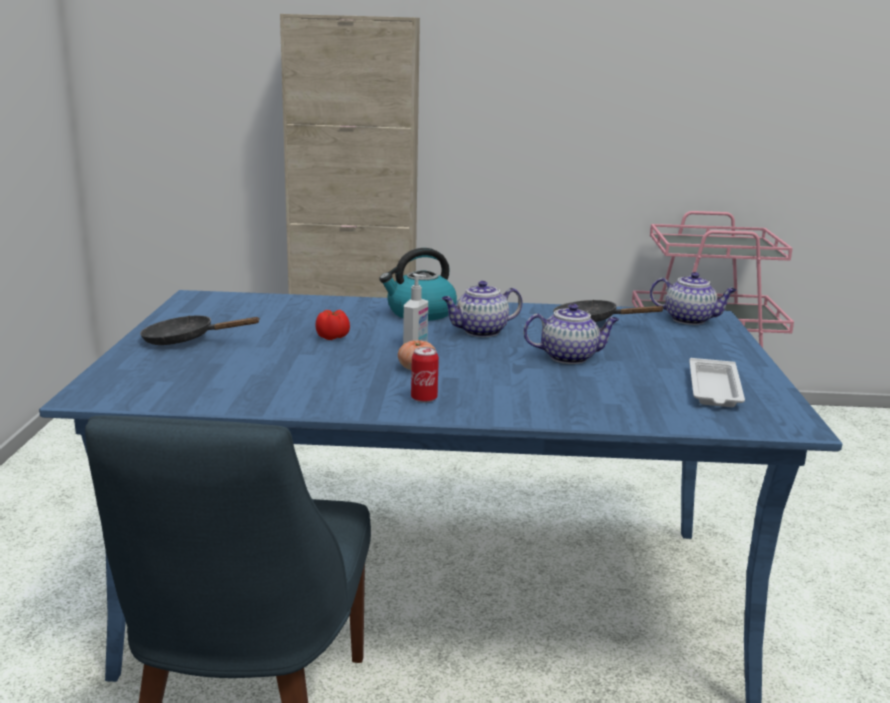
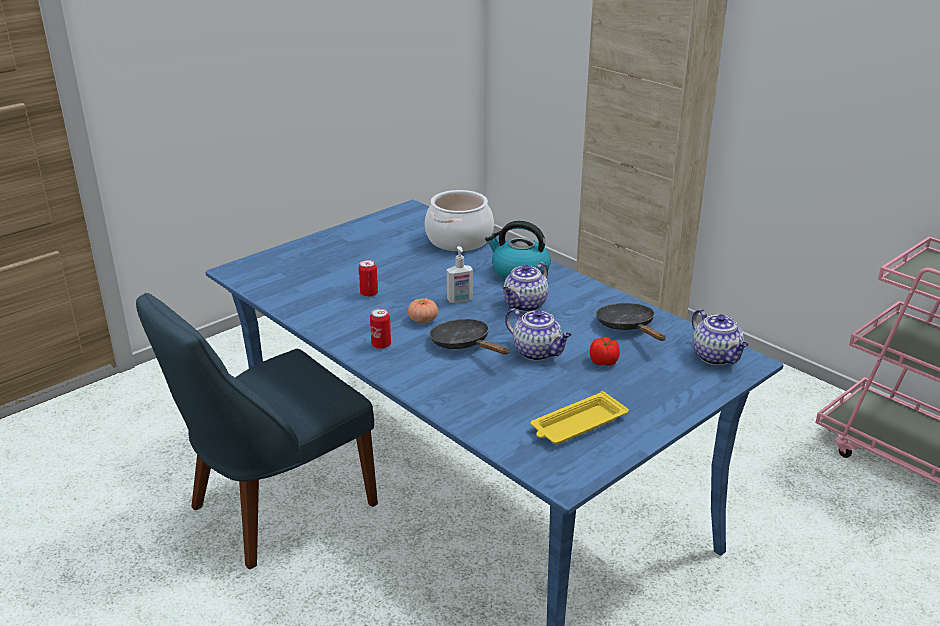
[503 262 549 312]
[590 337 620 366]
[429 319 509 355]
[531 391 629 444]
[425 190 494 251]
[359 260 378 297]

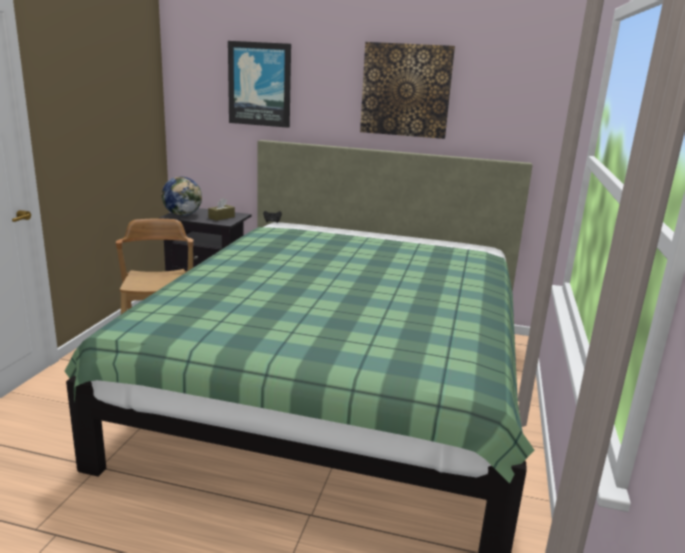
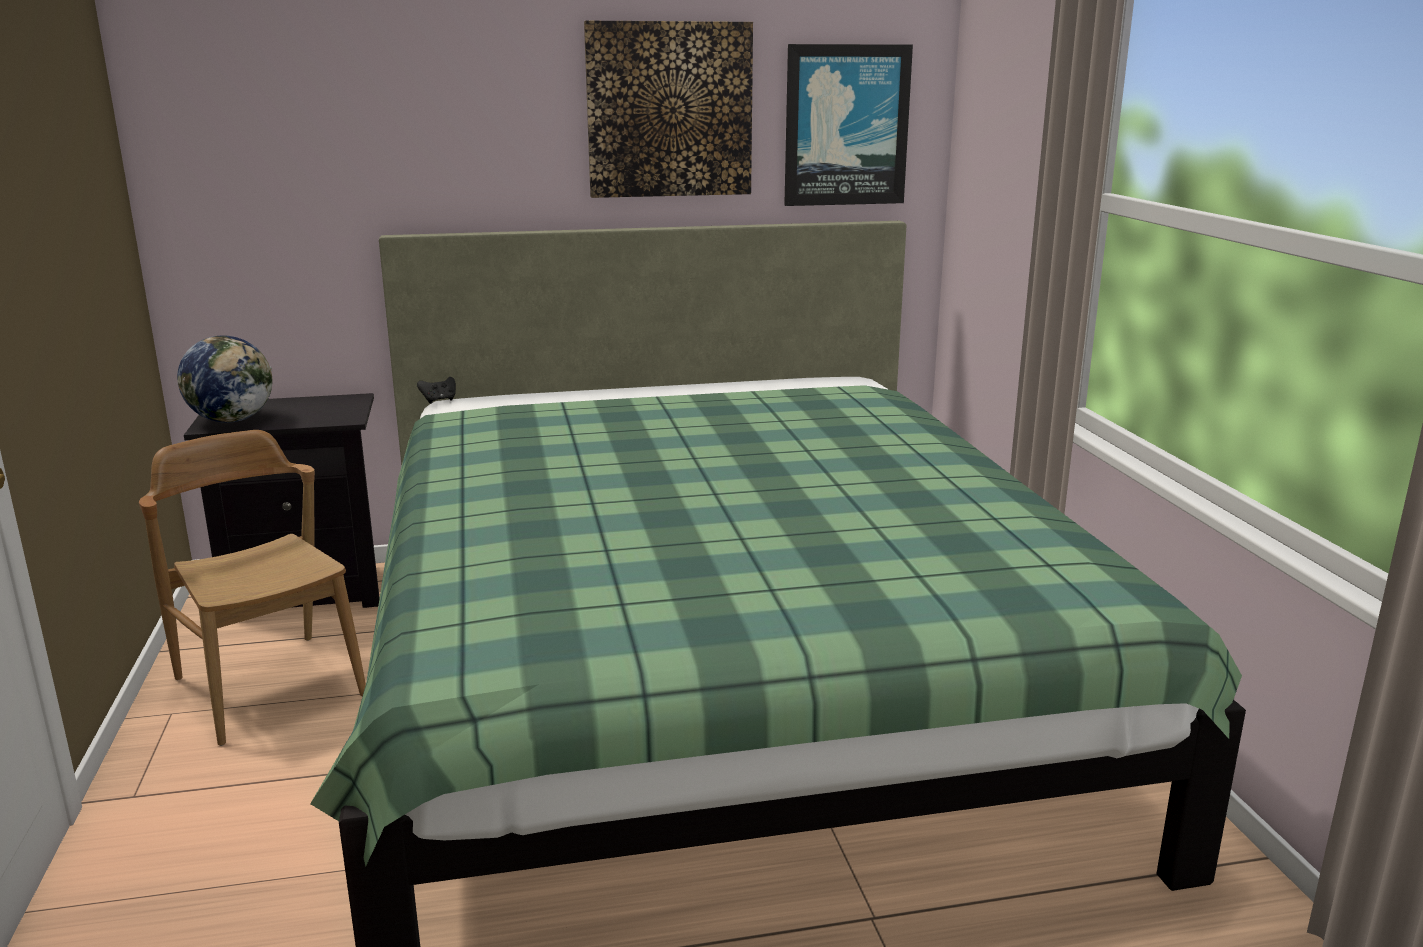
[784 44 913 206]
[208 198 235 221] (first image)

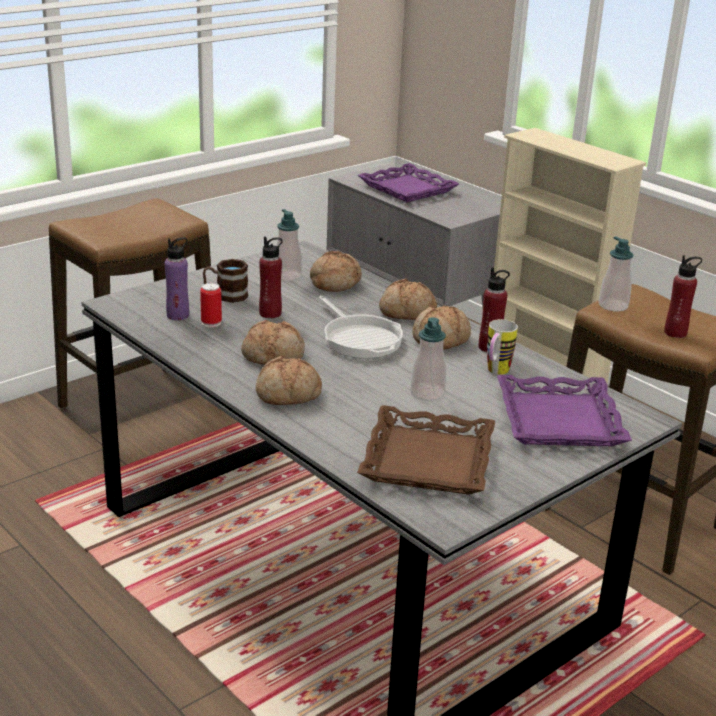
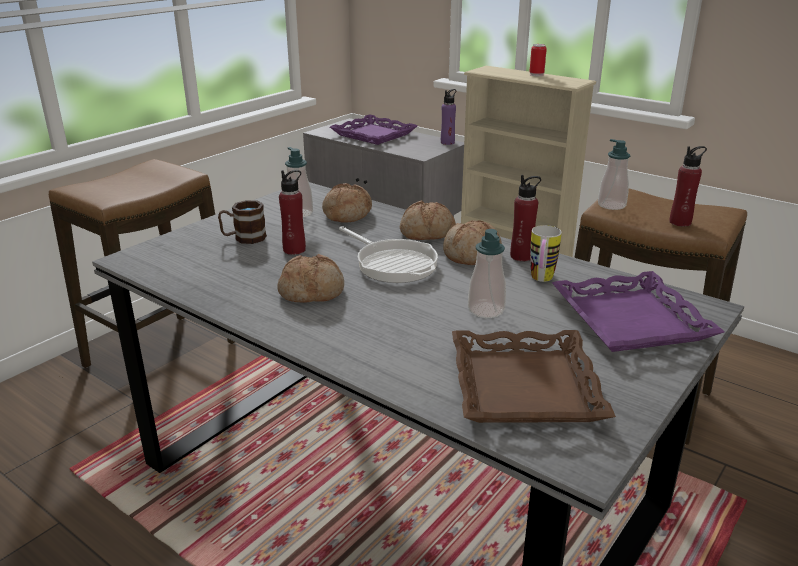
[441 89 456 145]
[529 44 547 76]
[255 355 322 405] (first image)

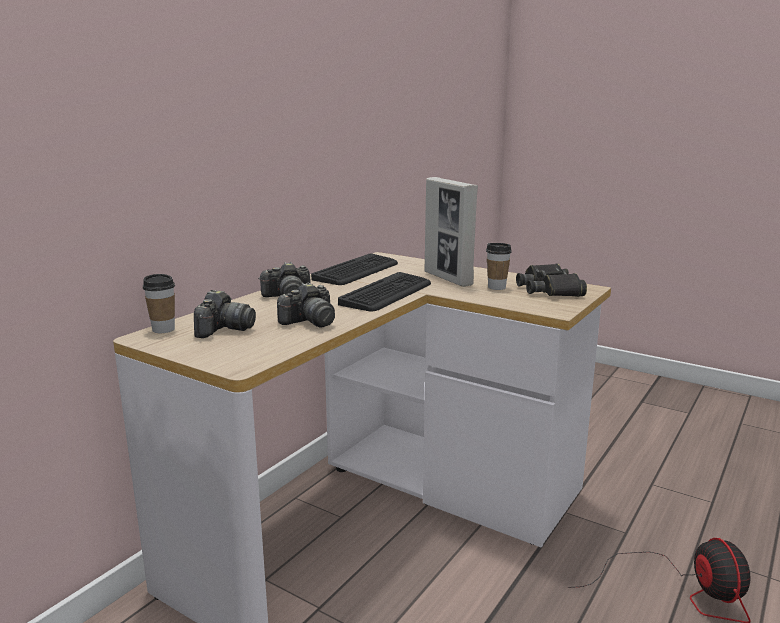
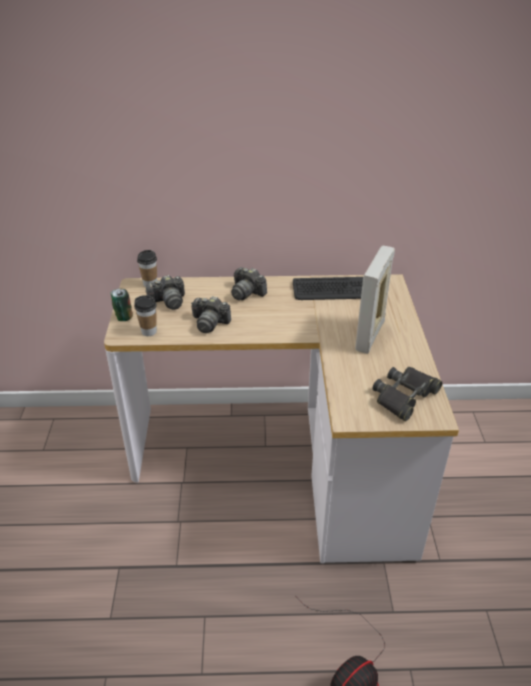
[134 295 157 336]
[338 272 431 311] (first image)
[110 288 133 321]

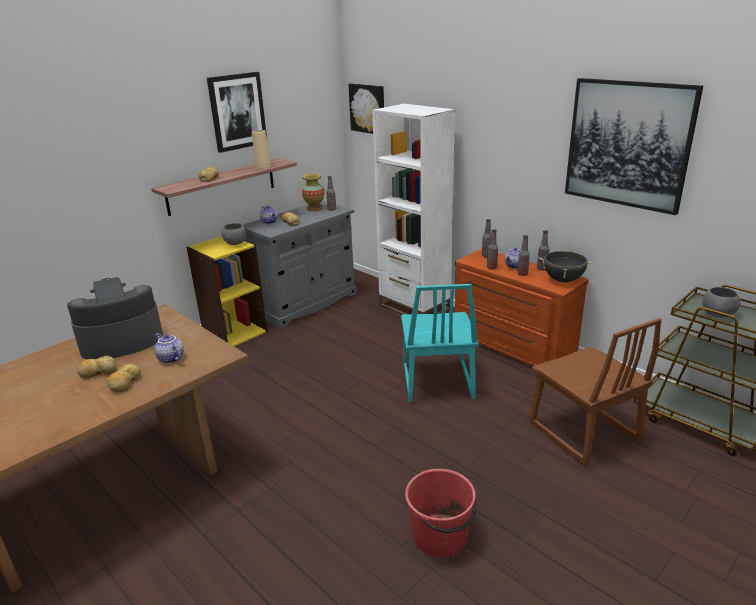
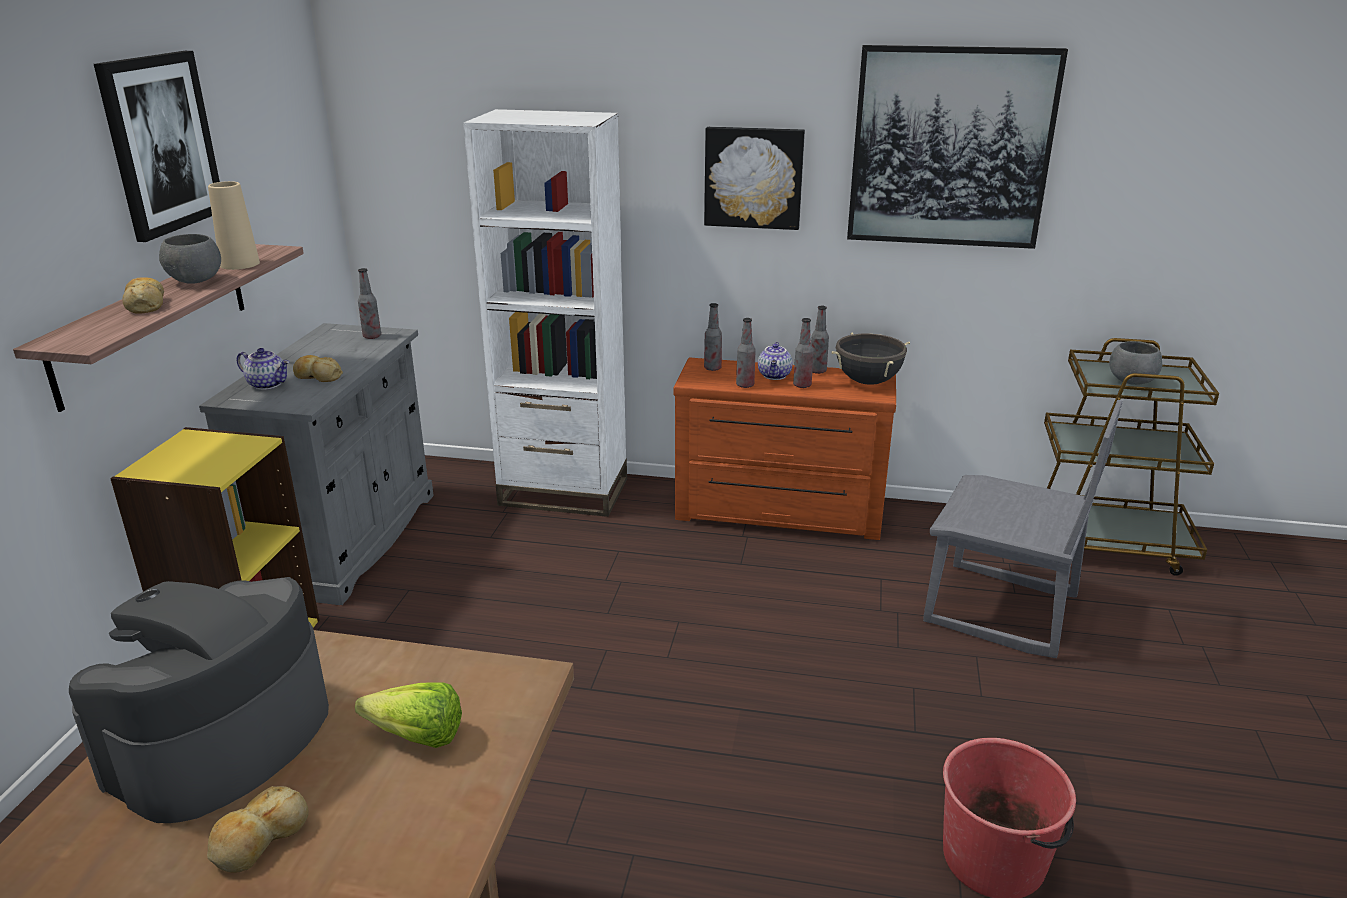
[704 127 805 230]
[302 174 324 211] (first image)
[159 234 221 284]
[401 284 479 402] (first image)
[923 400 1123 658]
[355 682 462 748]
[107 363 141 392] (first image)

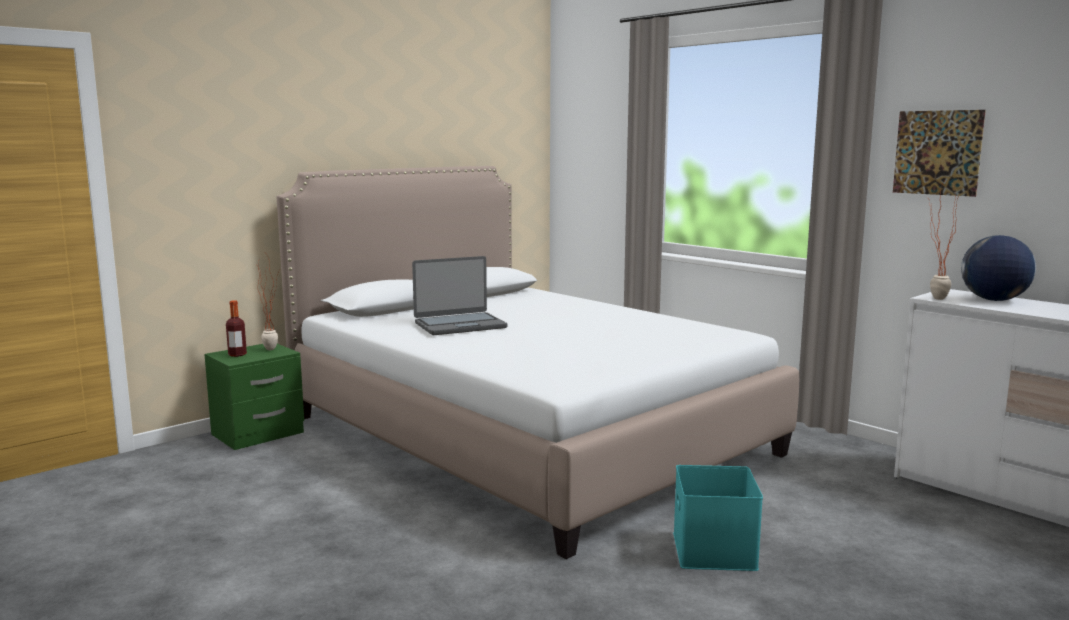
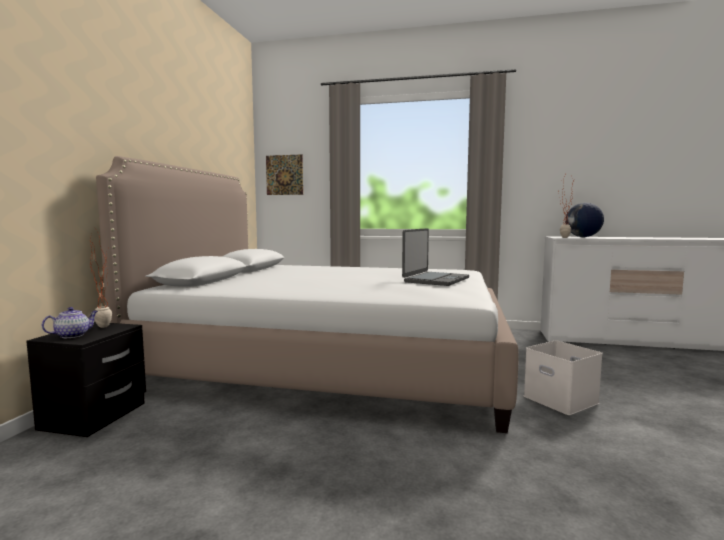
[266 154 303 195]
[402 228 469 286]
[42 307 98 338]
[26 322 146 437]
[524 340 603 415]

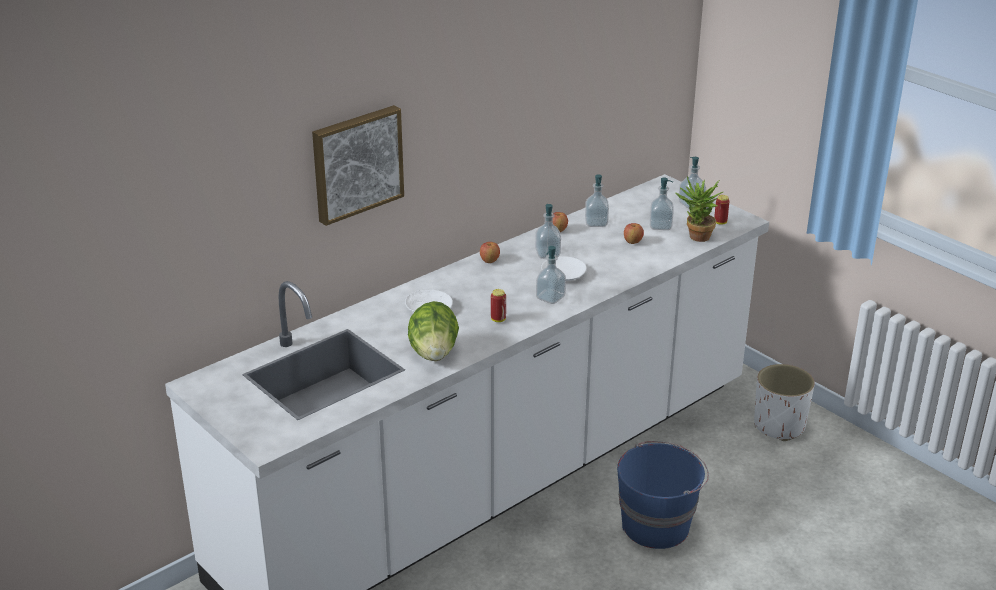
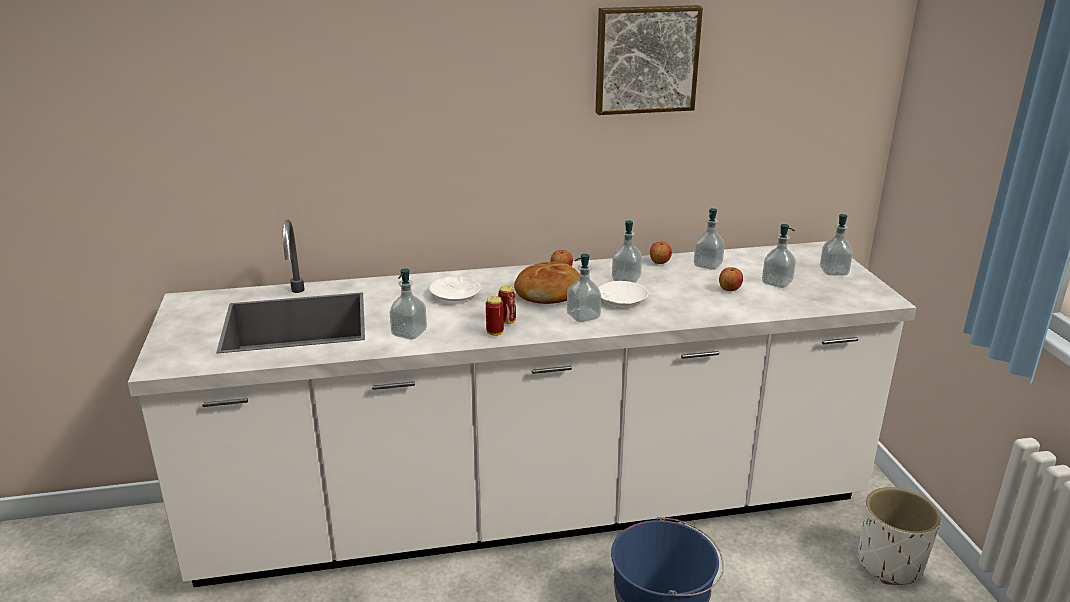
[596 5 703 115]
[675 177 723 242] (first image)
[486 296 504 336]
[390 268 427 340]
[514 262 580 304]

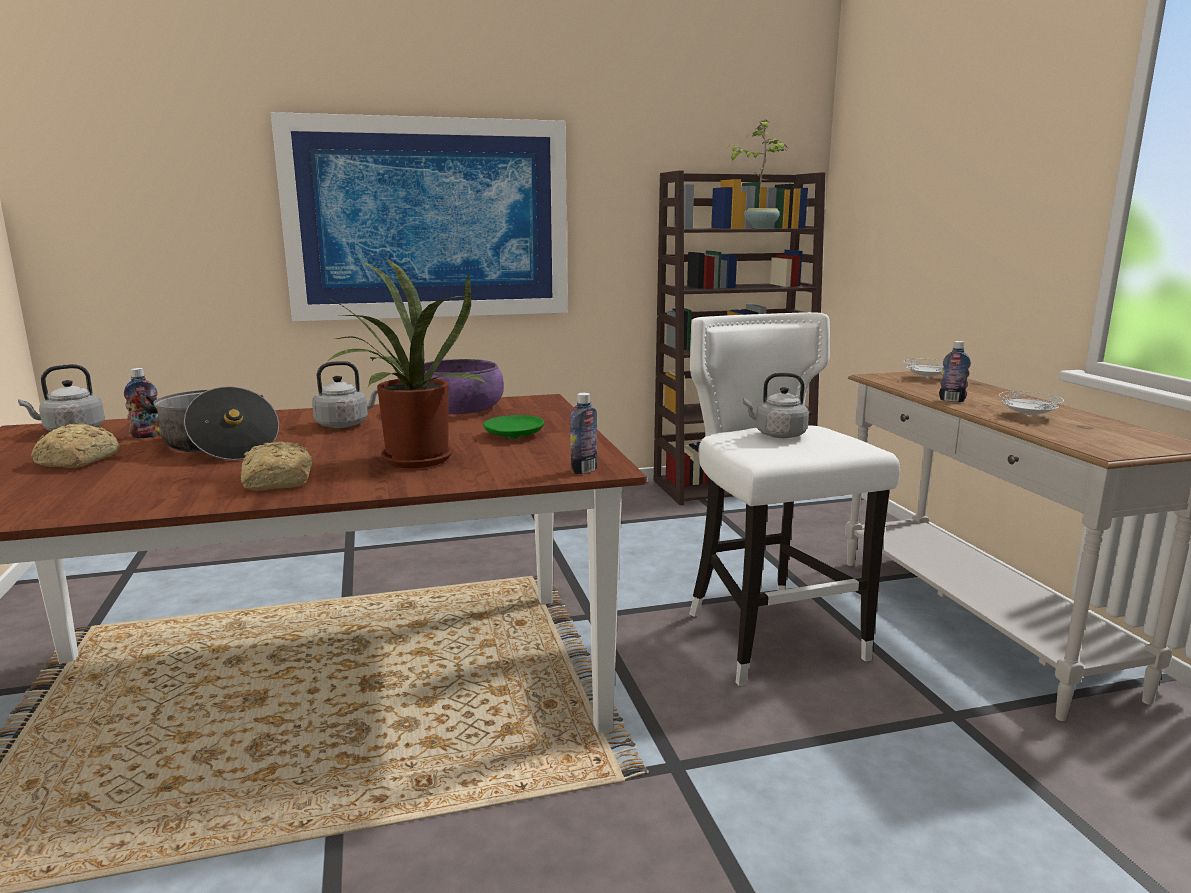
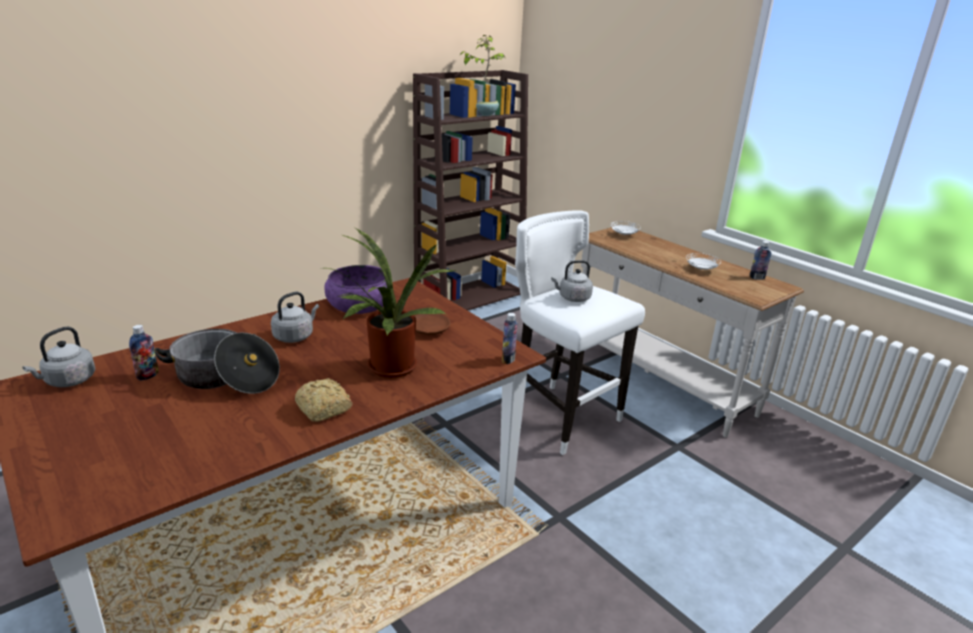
[271 112 567 322] (first image)
[750 241 771 280]
[415 314 450 335]
[31 423 120 468] (first image)

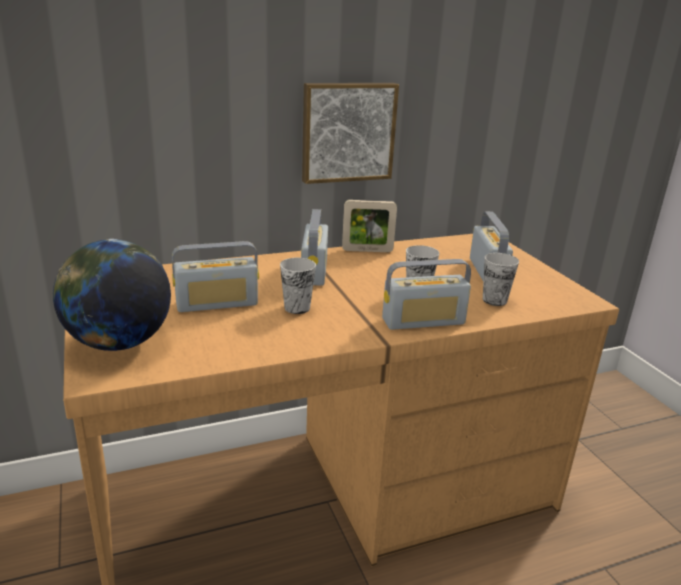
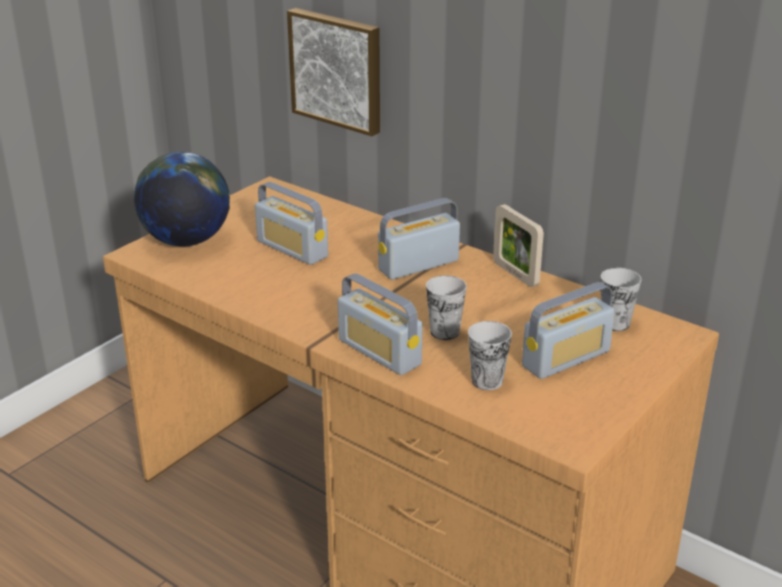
[287 8 380 136]
[601 268 642 331]

